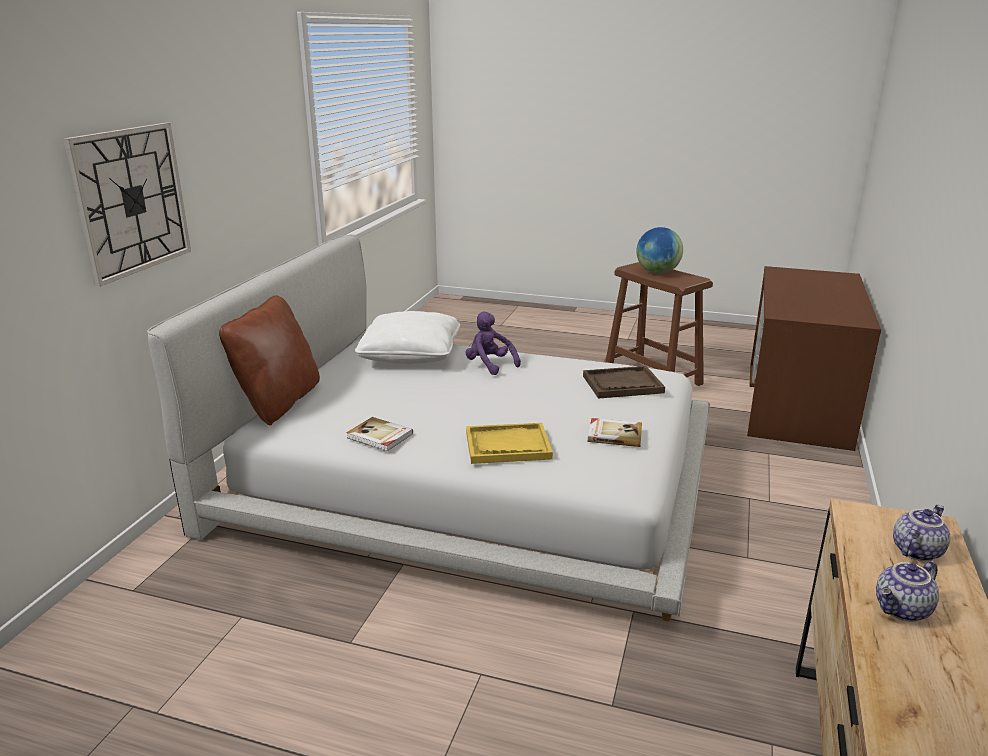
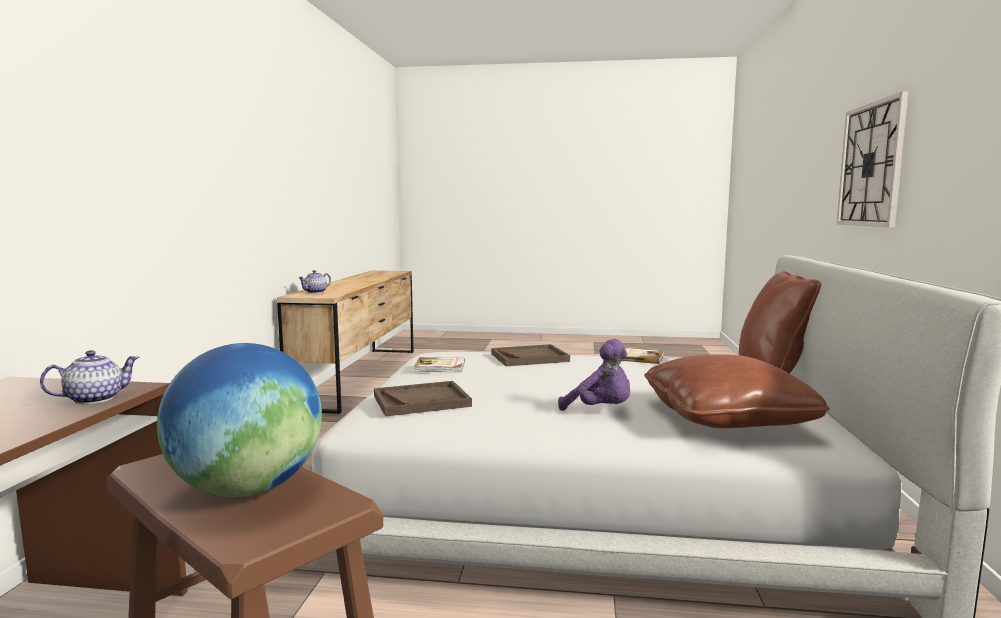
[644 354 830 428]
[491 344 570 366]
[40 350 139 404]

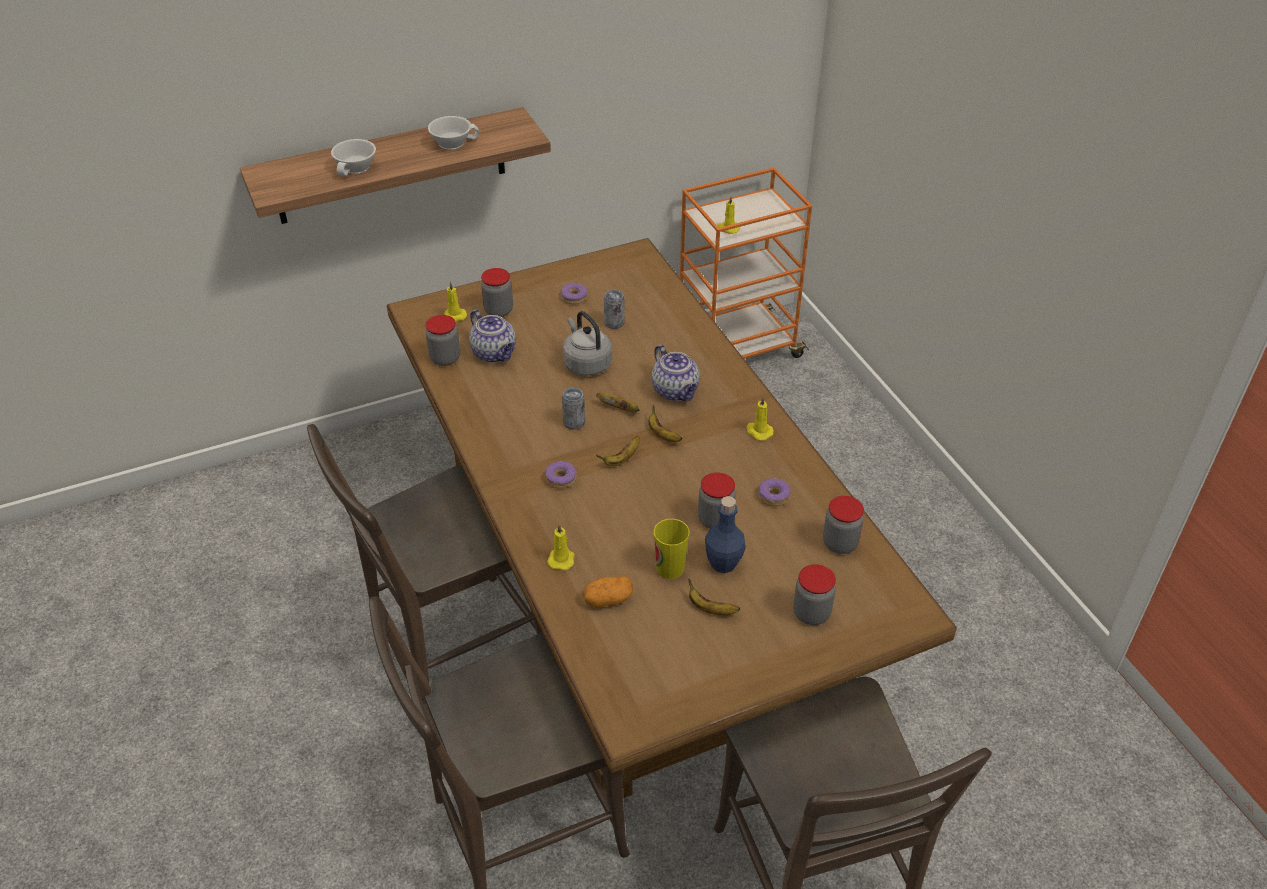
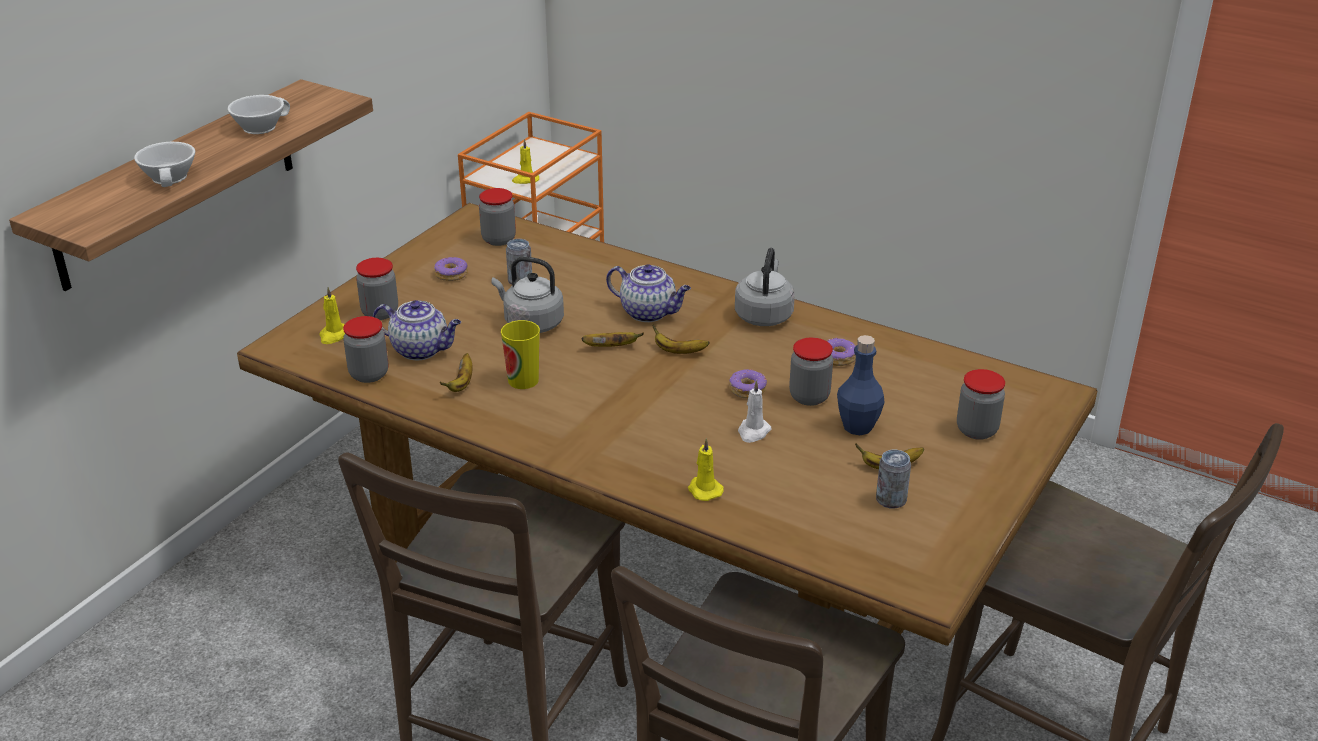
[876 450 911 509]
[735 248 795 326]
[440 353 472 392]
[729 369 767 399]
[479 188 516 246]
[501 320 540 389]
[583 576 633 607] (first image)
[738 380 772 443]

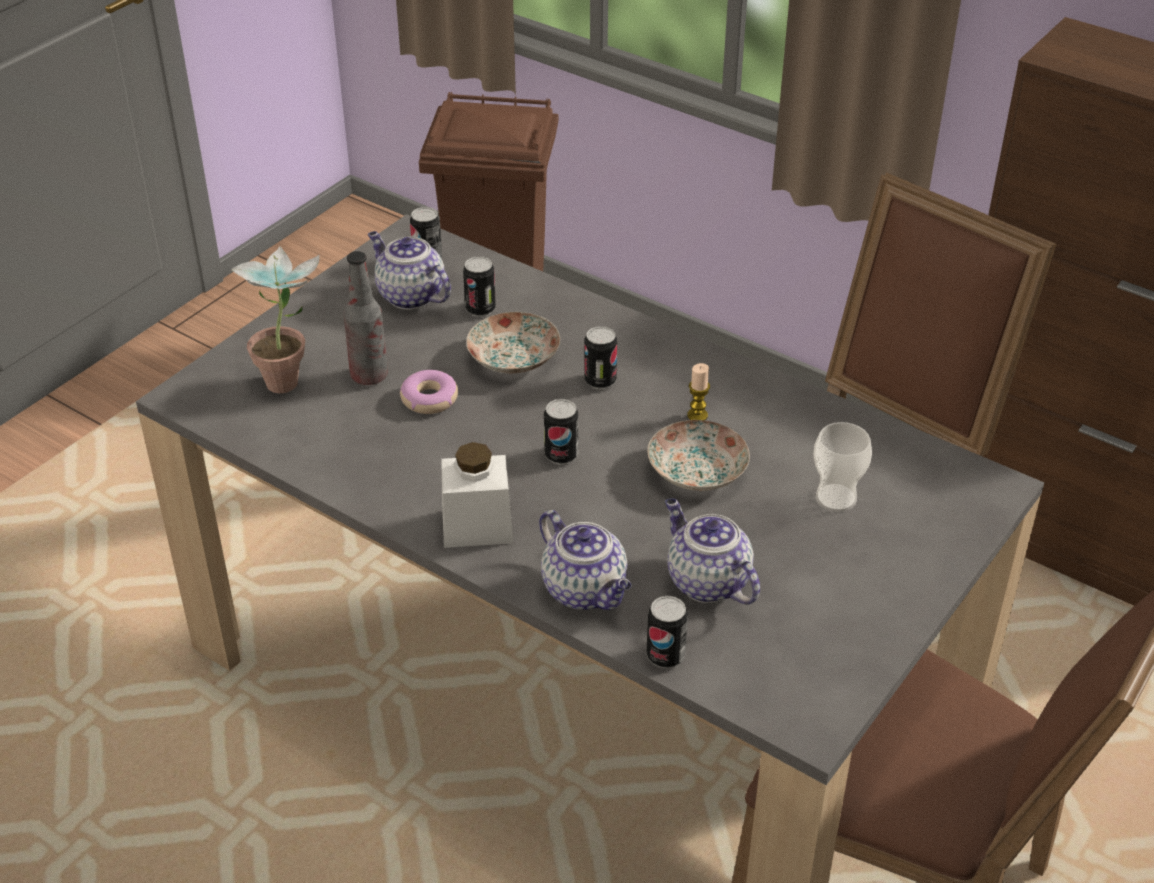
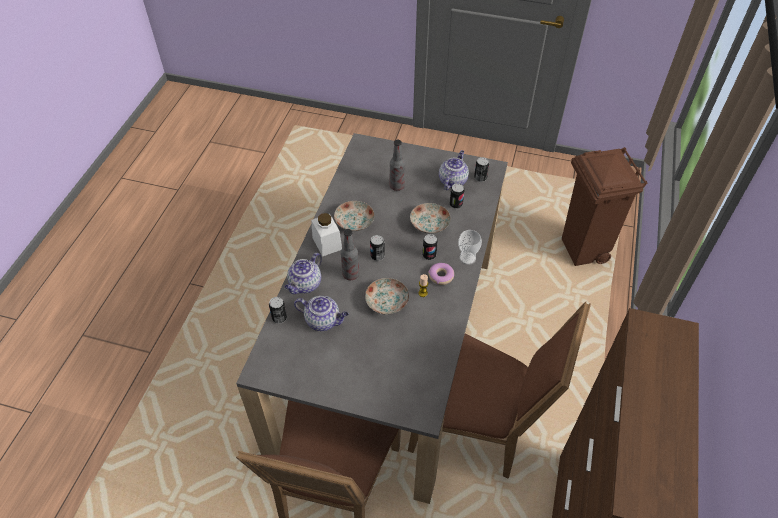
[231 246 319 393] (first image)
[428 263 454 285]
[458 230 482 265]
[294 296 349 331]
[334 201 374 231]
[341 229 359 280]

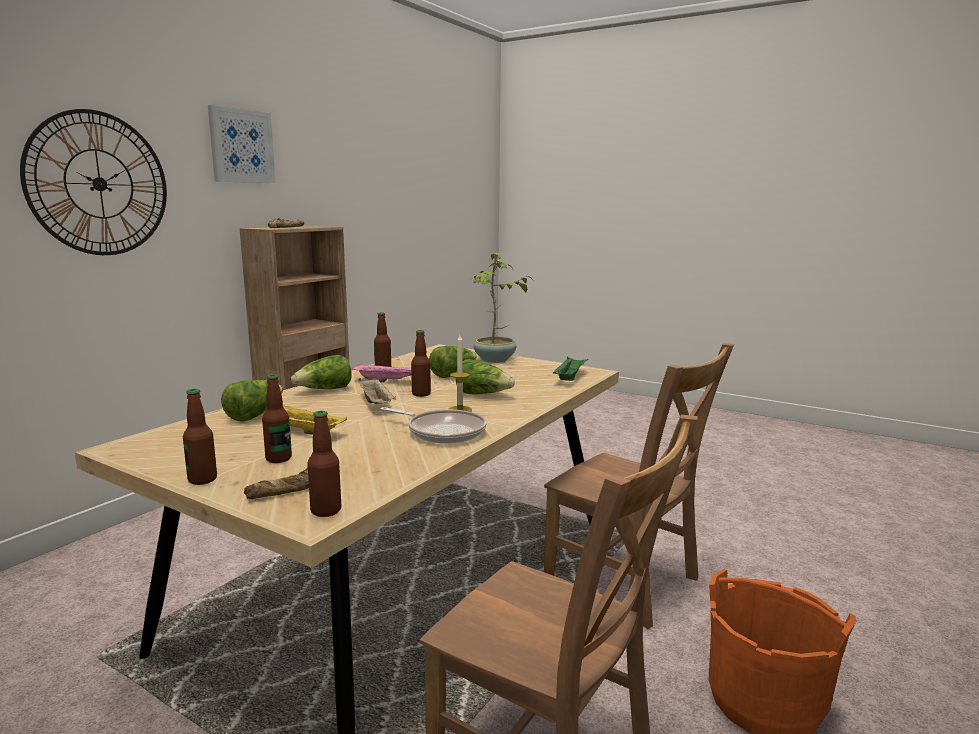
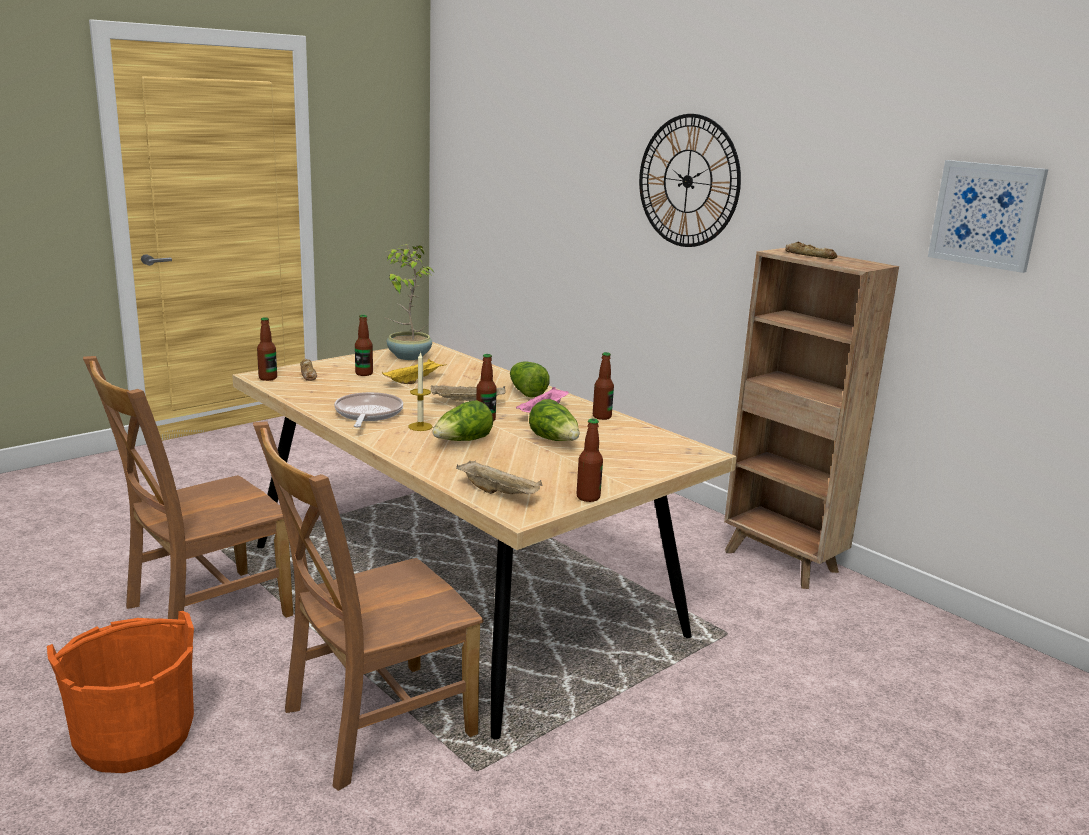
[928 160 1048 273]
[385 244 435 360]
[456 460 543 494]
[221 380 283 422] (first image)
[576 418 603 502]
[334 392 403 428]

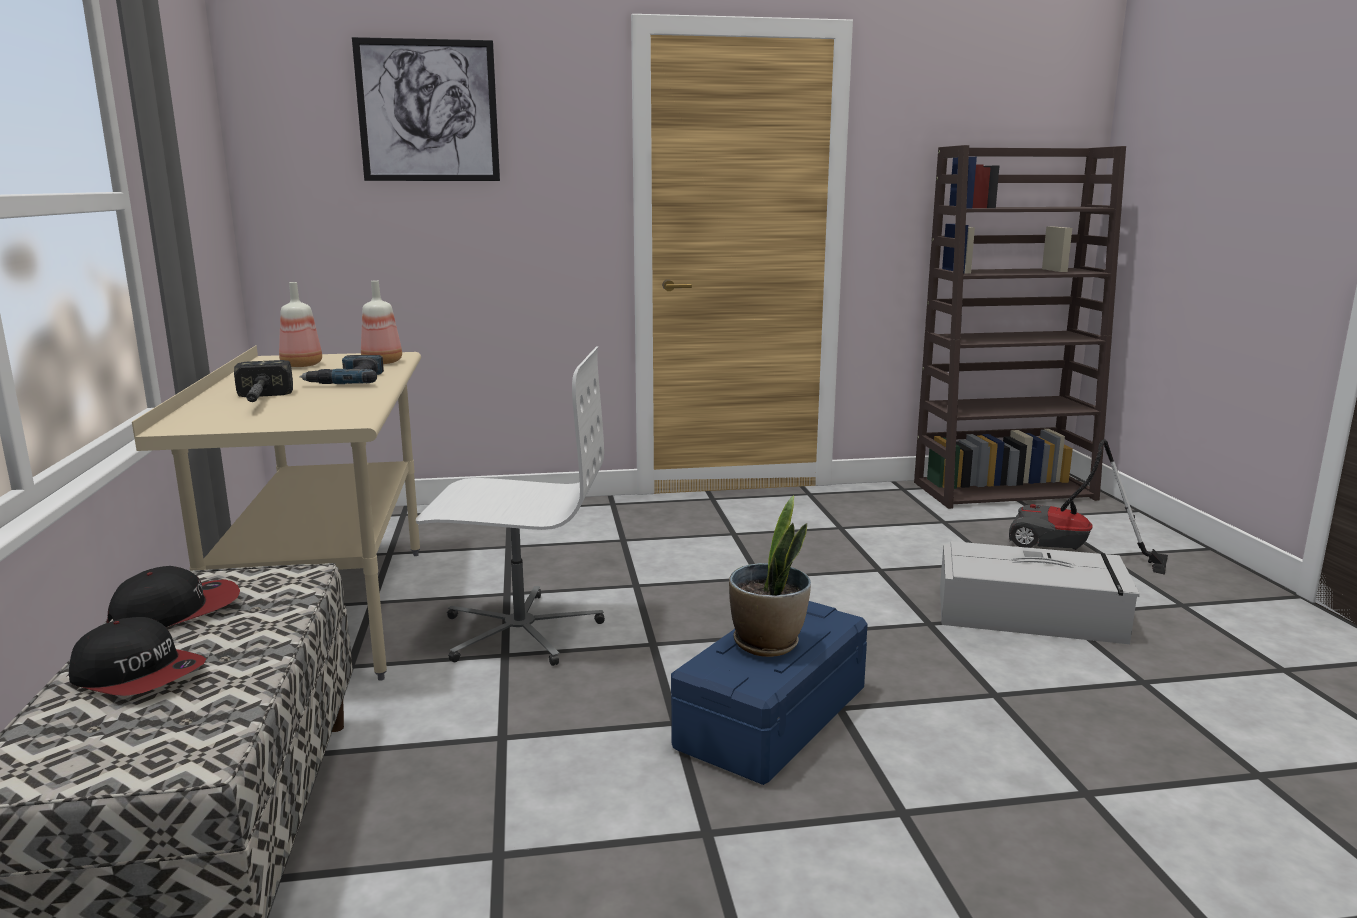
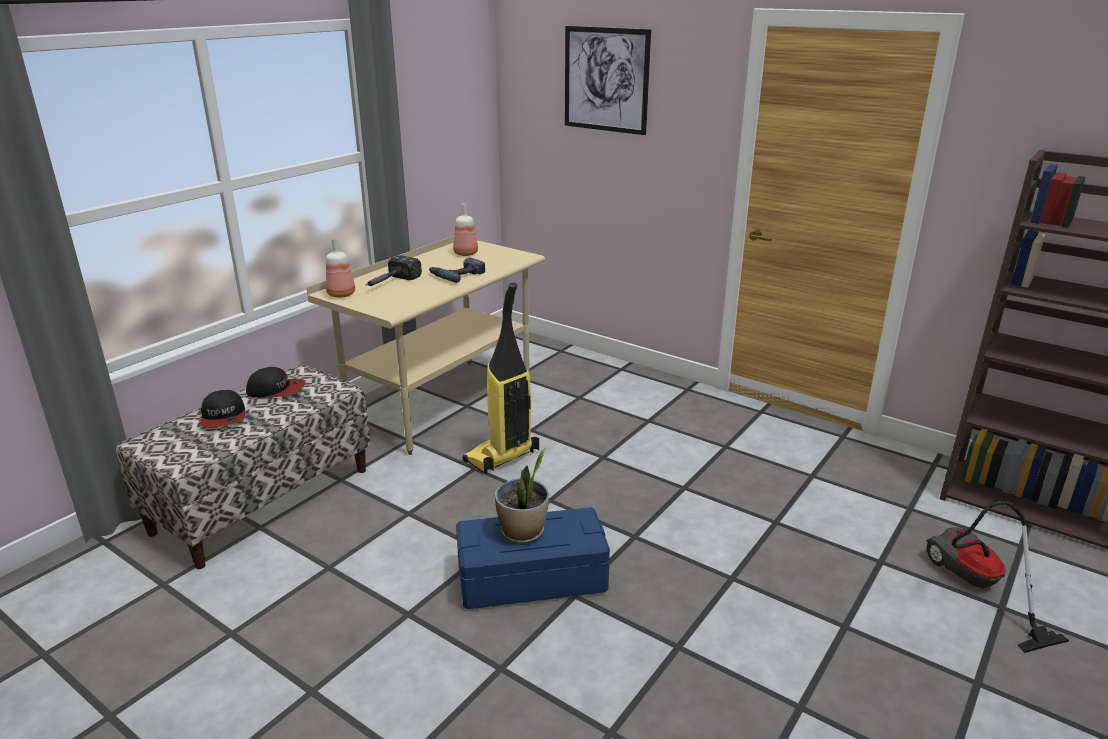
[326 238 355 298]
[462 282 539 474]
[940 541 1139 644] (first image)

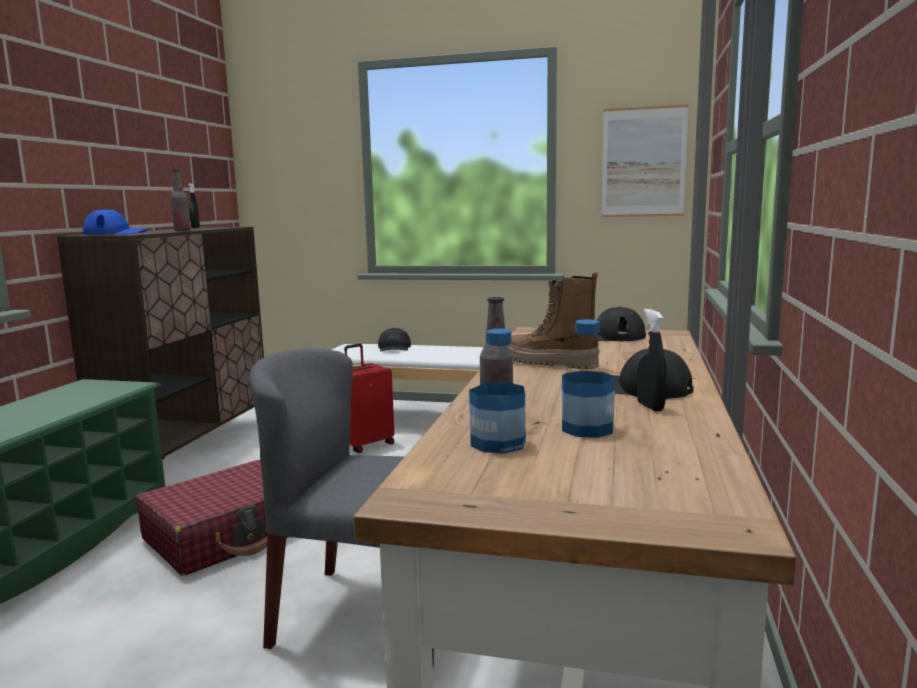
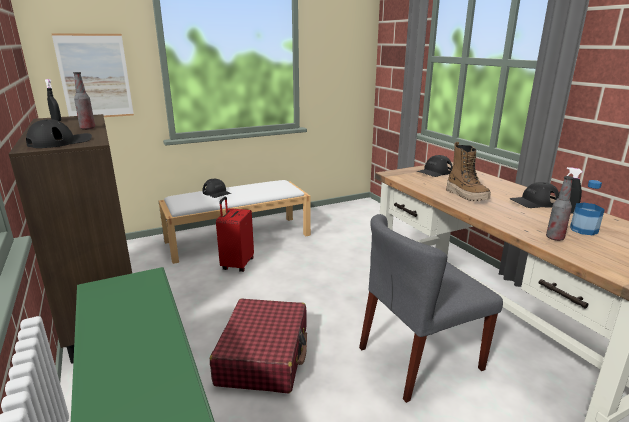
[51 33 134 117]
[26 119 92 148]
[446 142 491 202]
[469 329 526 454] (first image)

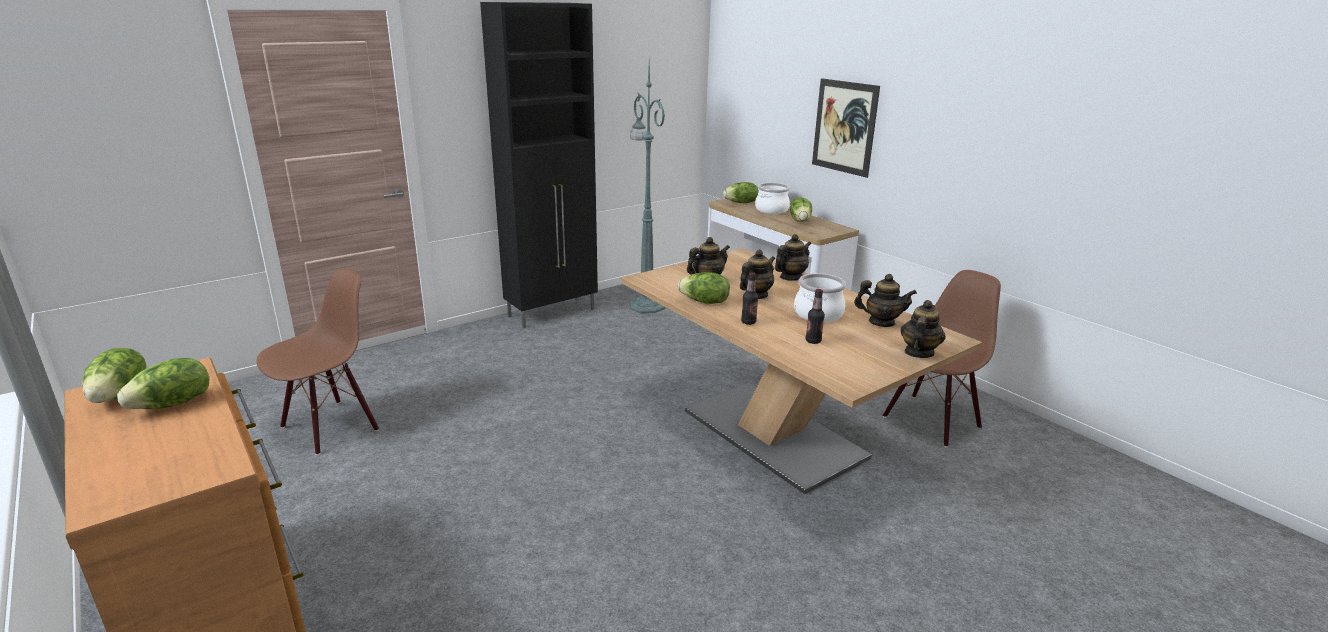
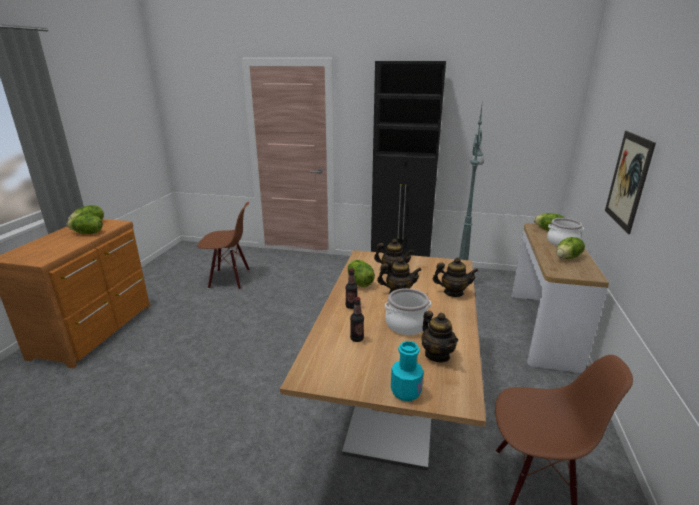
[391 341 424 401]

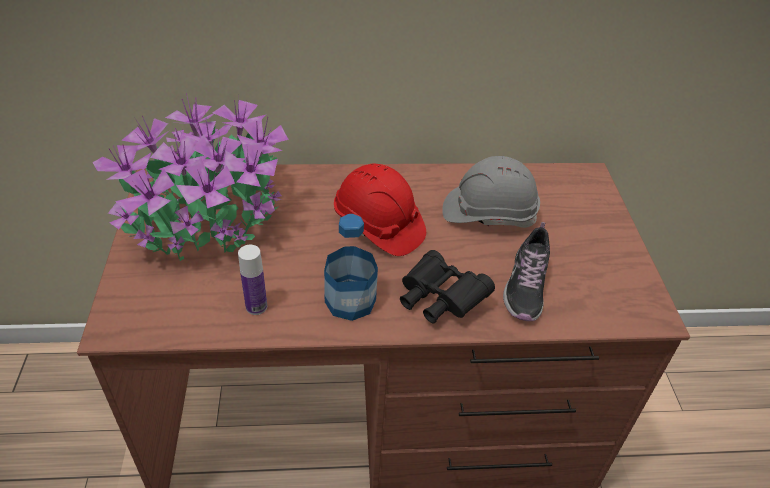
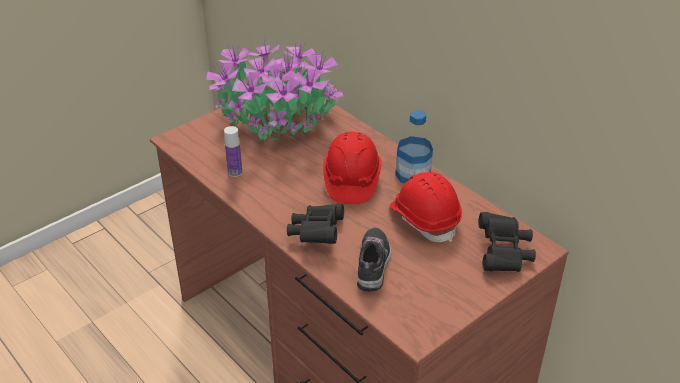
[390 172 462 242]
[395 110 433 184]
[357 227 391 292]
[478 212 536 272]

